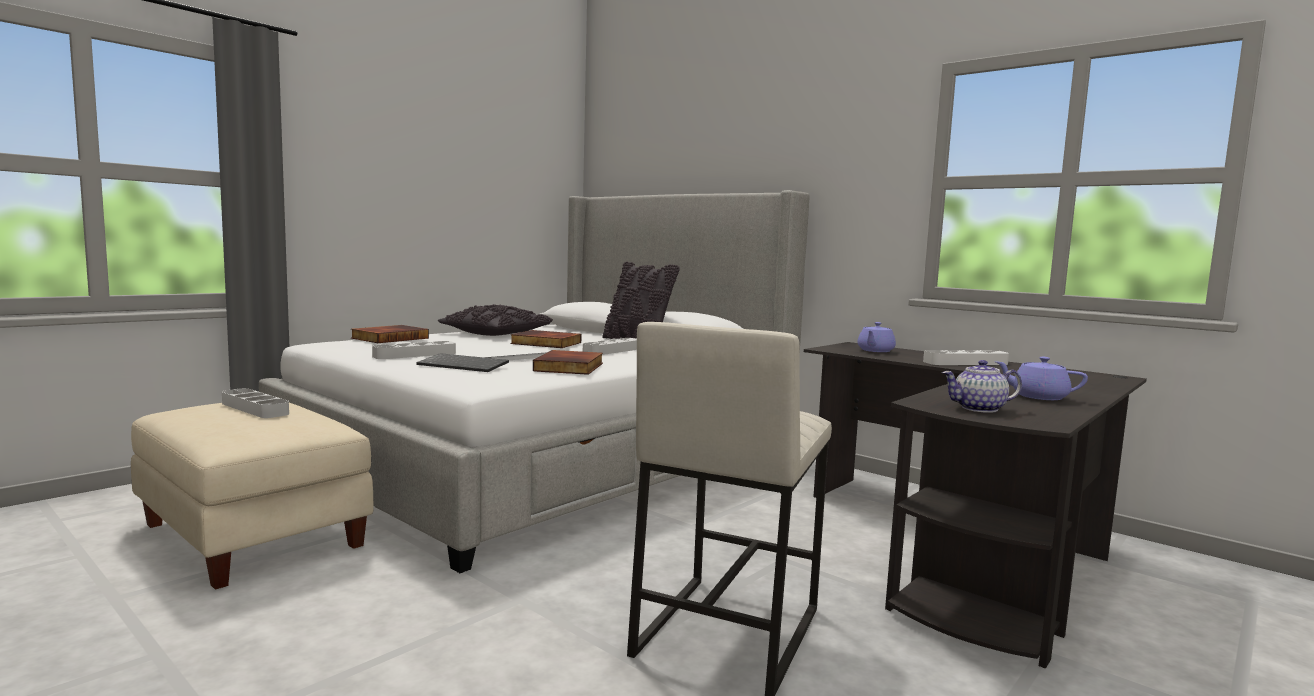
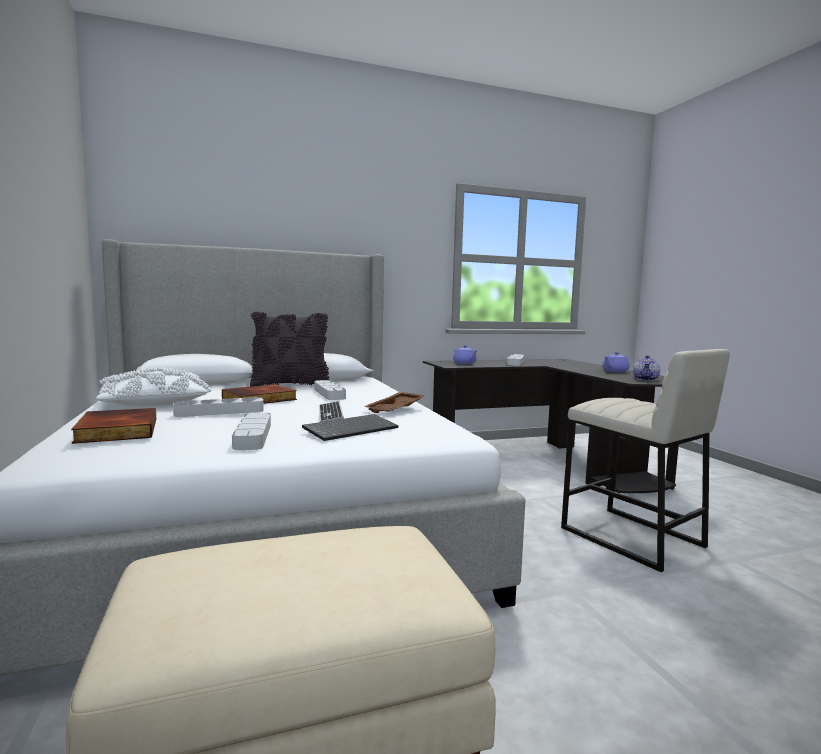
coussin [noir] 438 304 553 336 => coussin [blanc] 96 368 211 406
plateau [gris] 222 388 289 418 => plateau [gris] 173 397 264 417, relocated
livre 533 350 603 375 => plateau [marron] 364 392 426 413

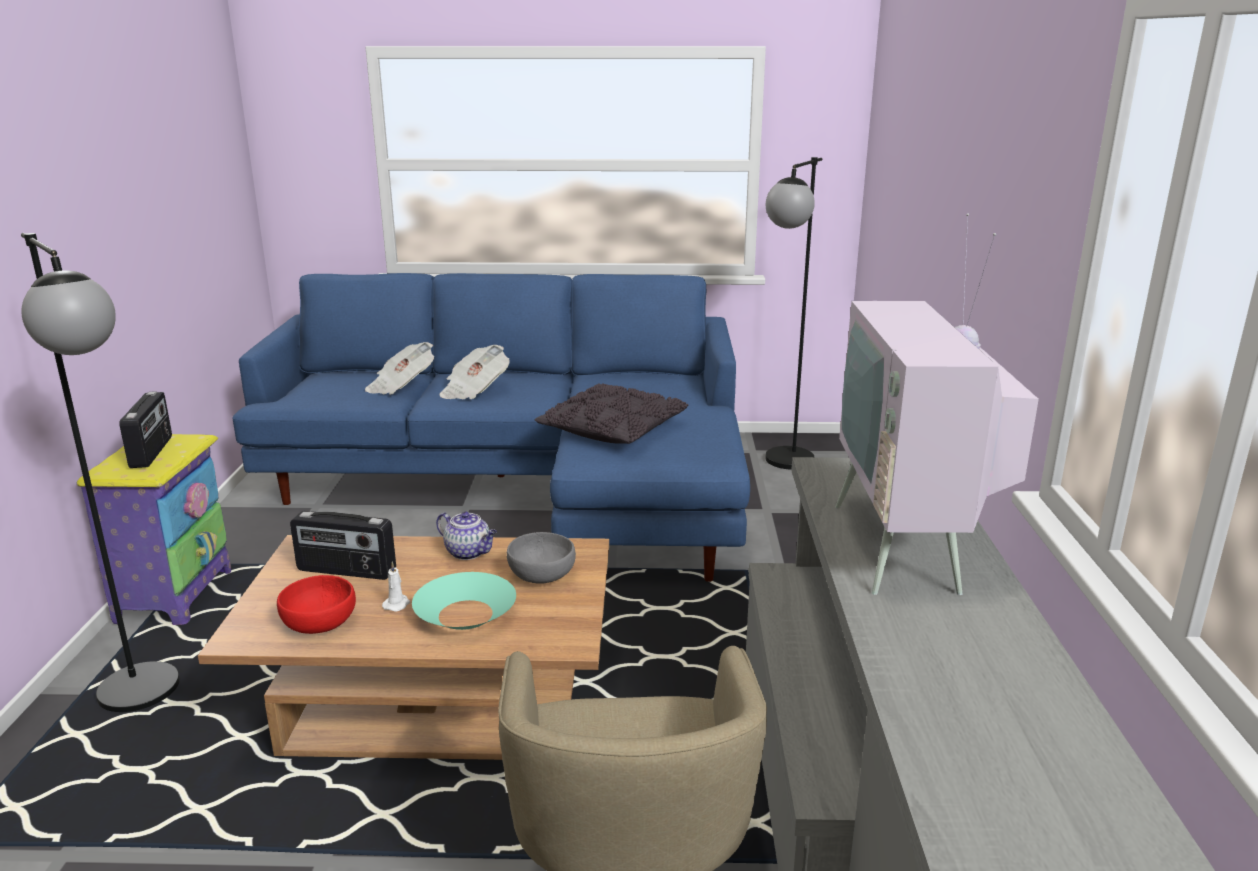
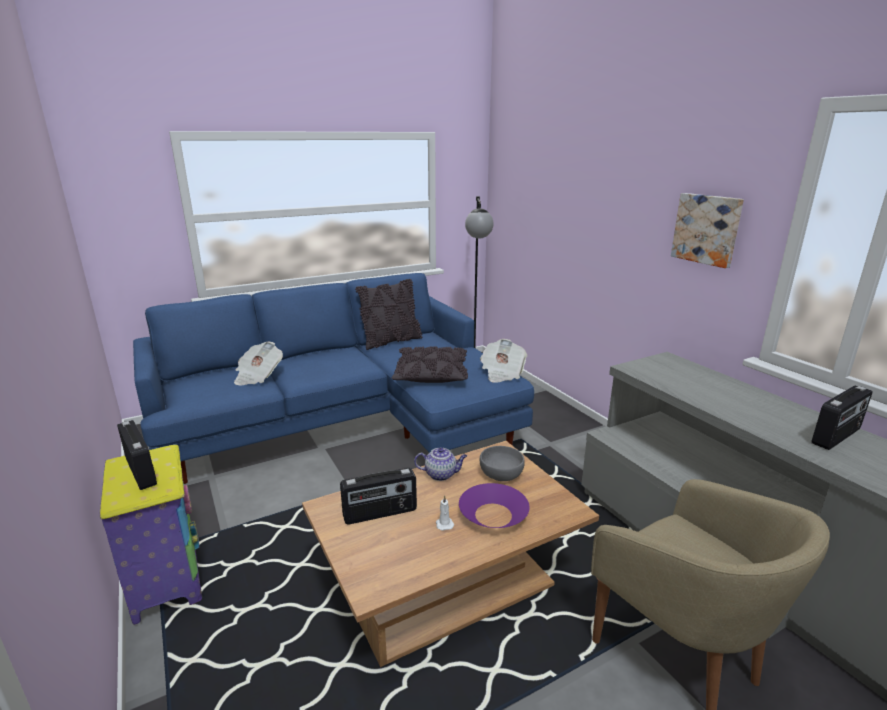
nothing => coussin [noir] 355 279 422 350
bol [turquoise] 412 572 516 630 => bol [violet] 459 483 530 528
journal 439 345 510 399 => journal 480 339 527 383, relocated
nothing => tableau 671 193 744 268
nothing => radio 811 386 872 450
lampadaire [noir] 21 233 180 712 => nothing
bol [rouge] 277 575 356 634 => nothing
téléviseur 835 213 1039 595 => nothing

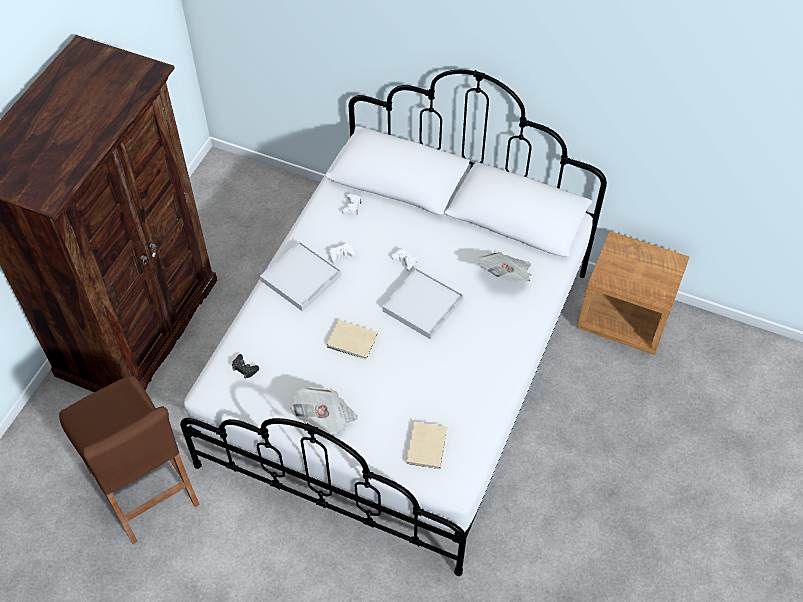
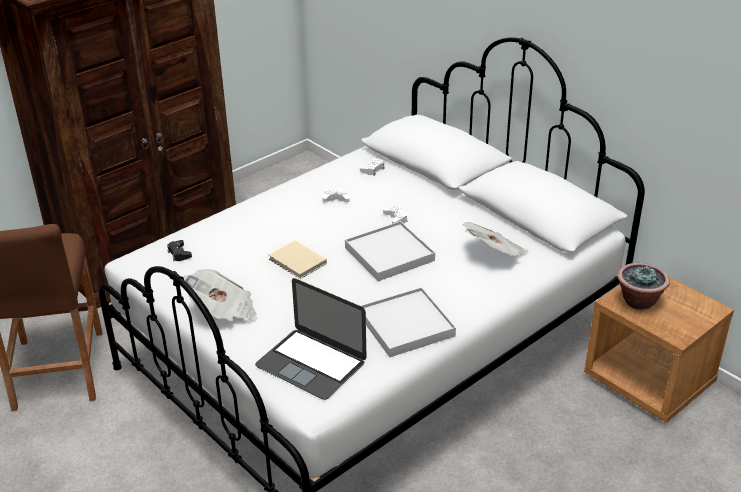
livre [beige] 406 421 447 469 => ordinateur portable 255 278 366 400
plateau [blanc] 260 241 341 311 => plateau [blanc] 361 287 456 357, relocated
nothing => plante en pot 617 263 670 310

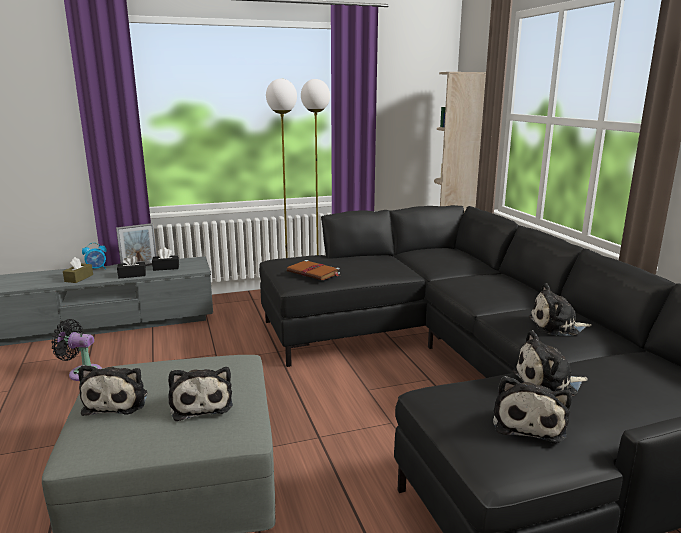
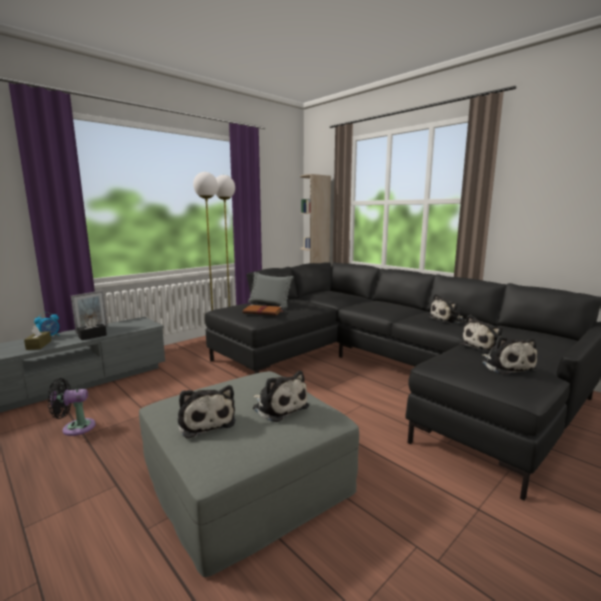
nothing => coussin [gris] 248 272 294 308
boîte à mouchoirs [noir] 152 247 179 271 => nothing

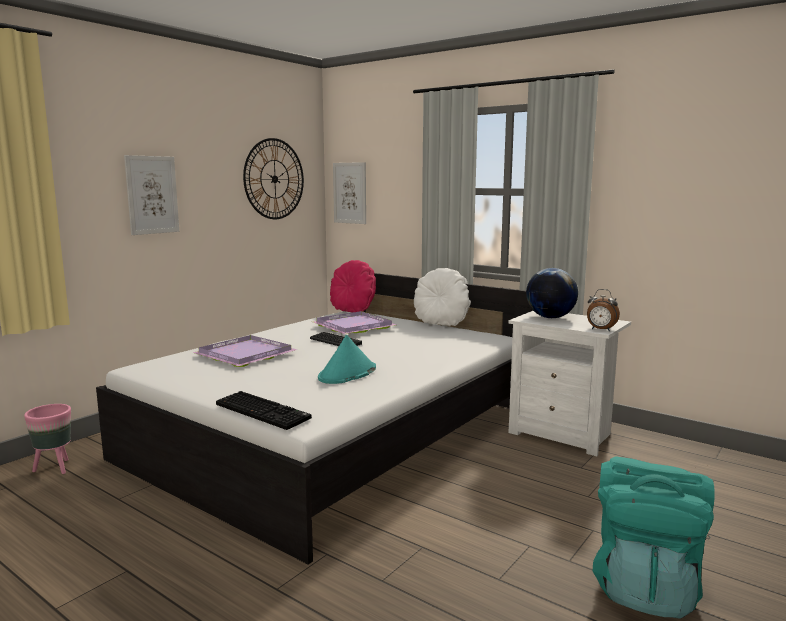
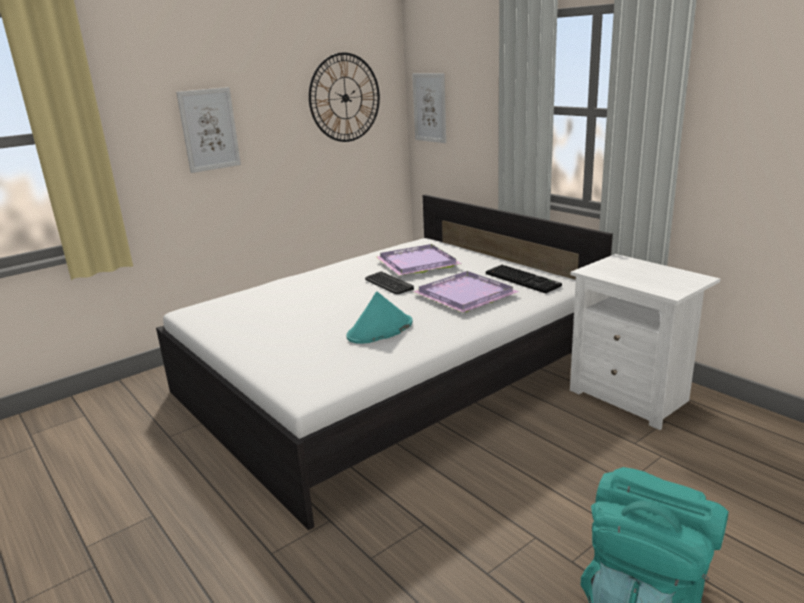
plateau [violet] 193 335 297 367 => plateau [violet] 412 271 519 313, relocated
clavier 216 391 312 430 => clavier 486 265 562 293, relocated
cache-pot [rose] 24 404 71 474 => nothing
coussin [rose] 330 260 376 313 => nothing
coussin [blanc] 414 268 471 326 => nothing
globe 526 268 578 318 => nothing
réveil 587 289 620 331 => nothing

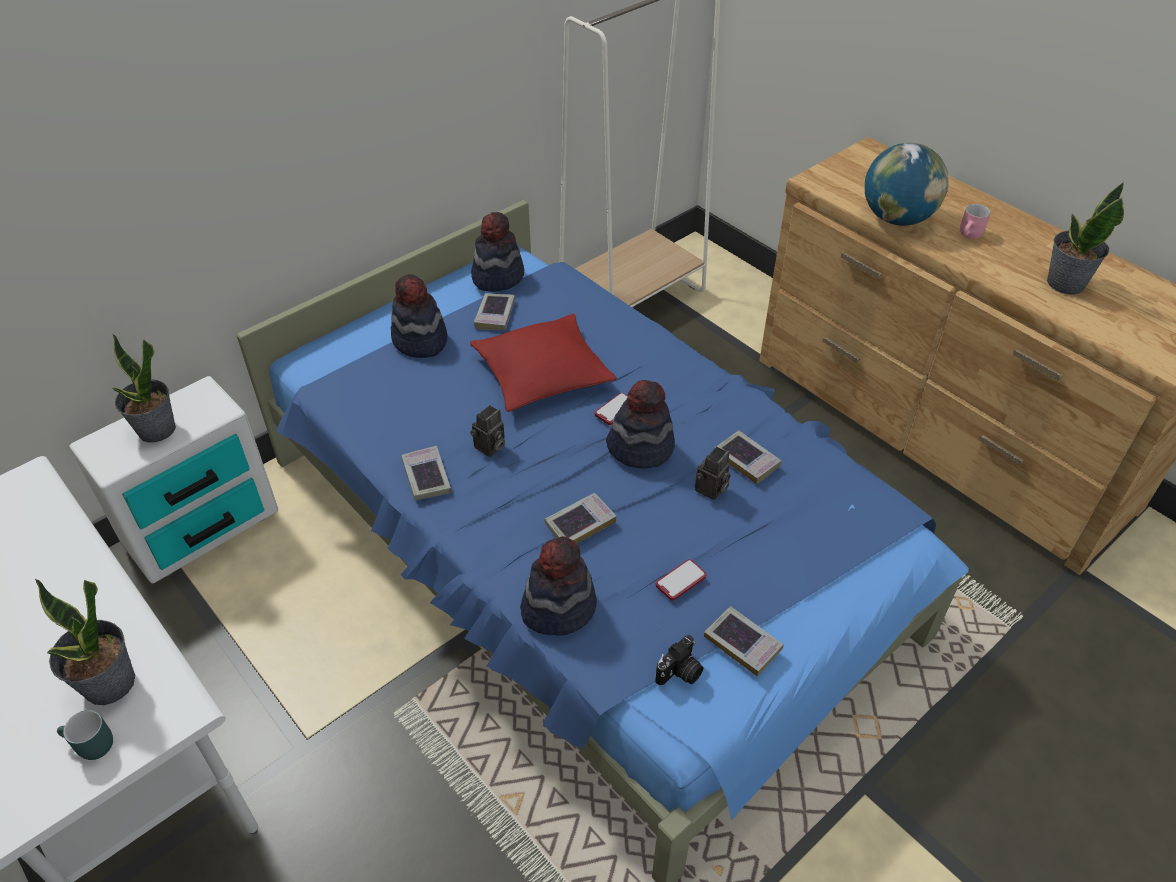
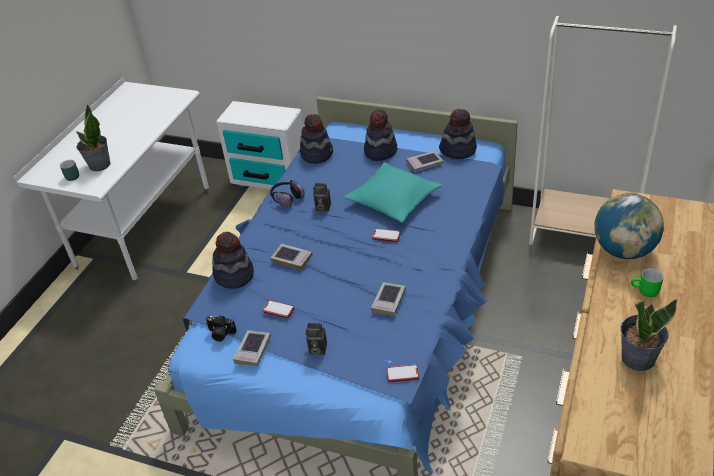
livre 401 446 451 500 => casque audio 270 180 305 208
chapeau 606 380 675 468 => chapeau 300 114 333 164, relocated
appareil photo 695 446 730 500 => appareil photo 306 323 327 355, relocated
coussin [rouge] 470 314 617 412 => coussin [turquoise] 344 162 443 223
nothing => téléphone 386 365 419 382
mug [rose] 960 204 991 239 => mug [vert] 631 268 664 297
plante en pot 112 334 176 443 => nothing

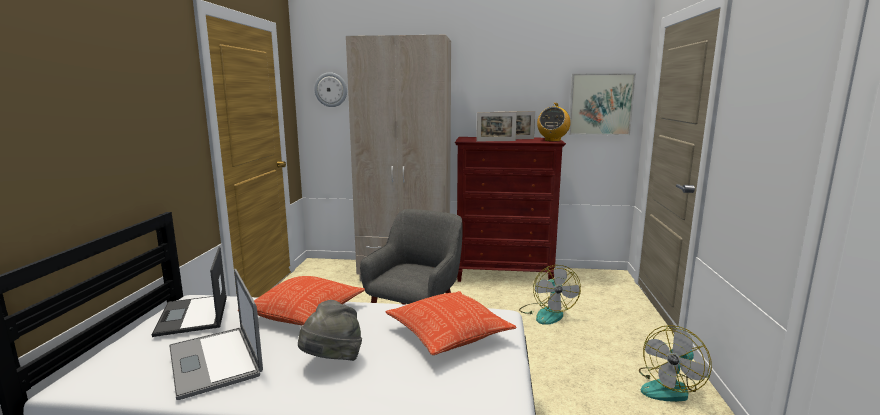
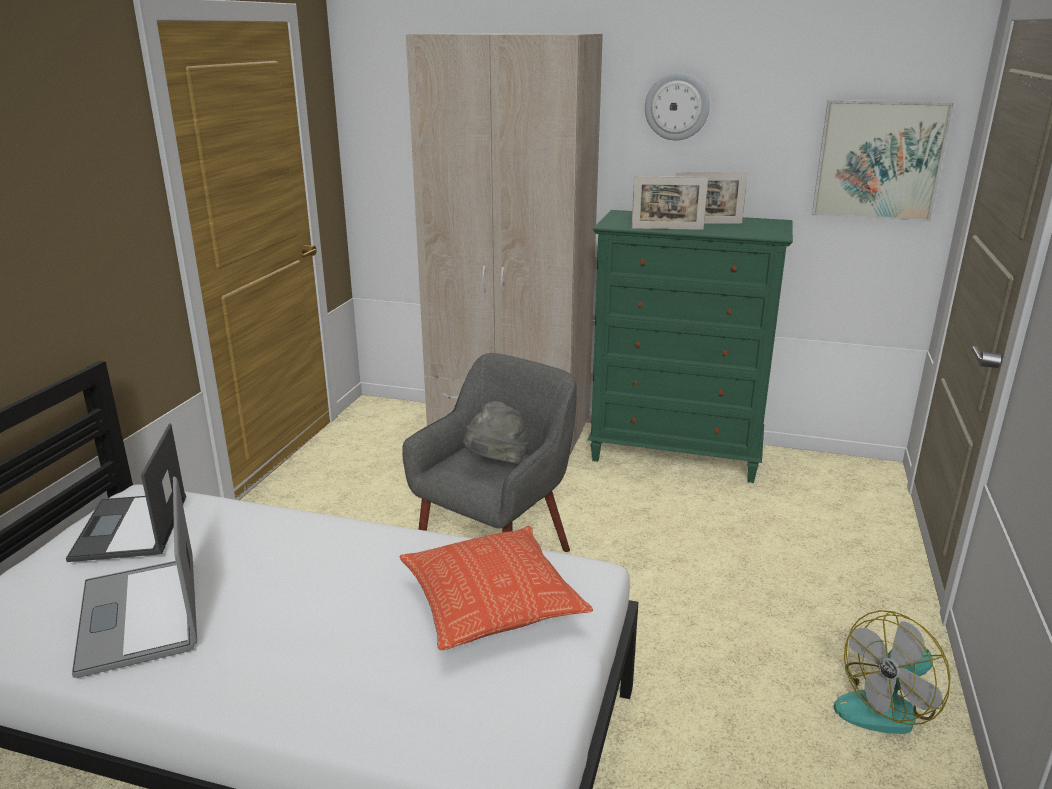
chapeau [gris] 298 300 362 361 => chapeau [gris] 463 401 528 464, relocated
commode [rouge] 455 137 566 282 => commode [vert] 587 210 793 483
horloge murale 314 72 347 107 => horloge murale 645 72 710 140, relocated
coussin [orange] 238 276 365 325 => nothing
ventilateur 519 265 581 325 => nothing
radio 537 103 571 142 => nothing

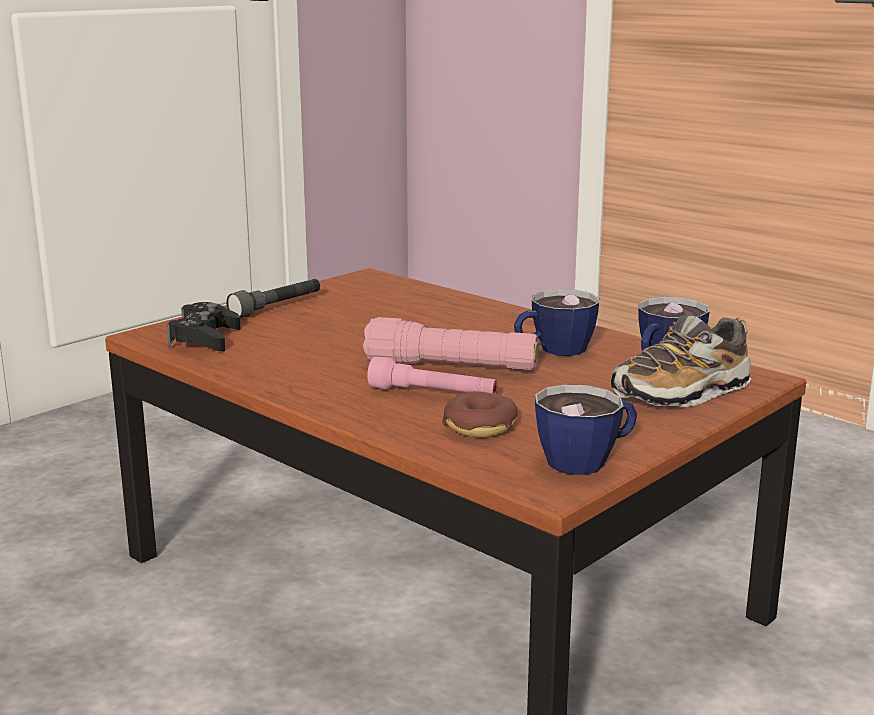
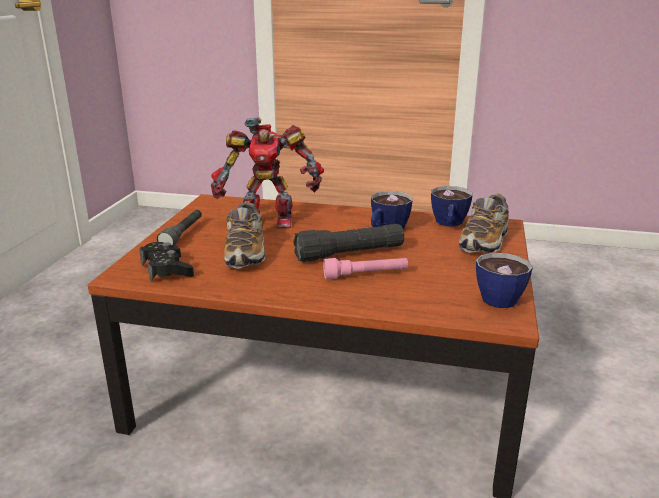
nothing => robot jouet 211 117 324 228
nothing => chaussure 224 201 265 269
lampe de poche [rose] 363 317 538 370 => lampe de poche [noir] 293 224 404 262
beignet 442 391 517 438 => nothing

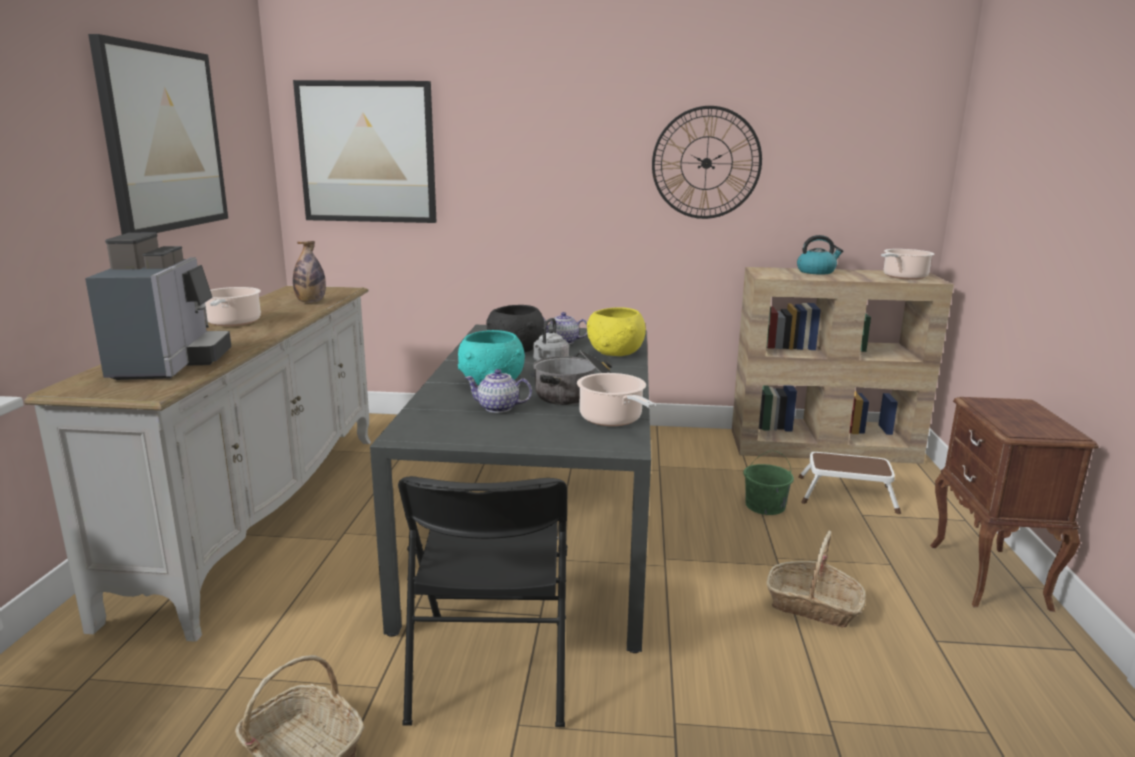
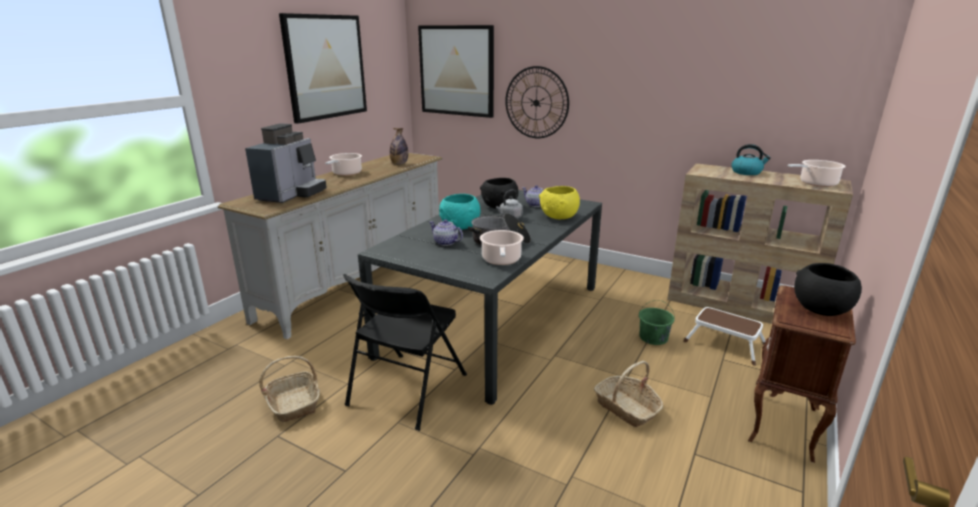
horloge murale 652 106 762 219 => horloge murale 505 66 569 138, relocated
nothing => bol [noir] 794 263 862 316

